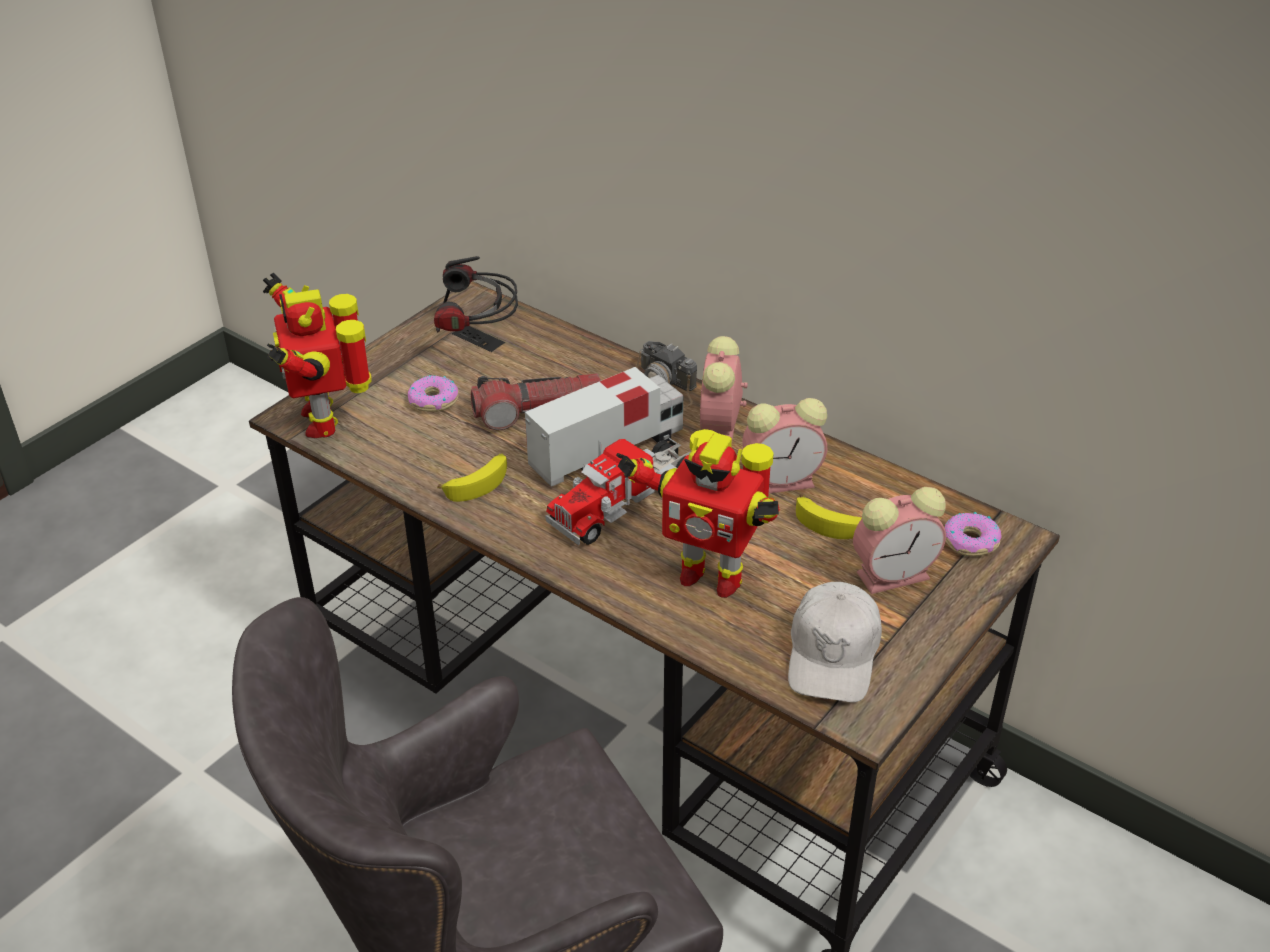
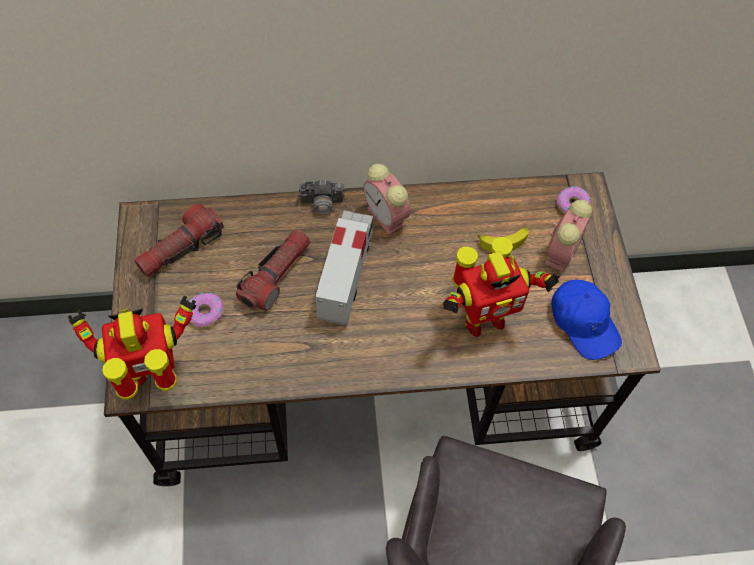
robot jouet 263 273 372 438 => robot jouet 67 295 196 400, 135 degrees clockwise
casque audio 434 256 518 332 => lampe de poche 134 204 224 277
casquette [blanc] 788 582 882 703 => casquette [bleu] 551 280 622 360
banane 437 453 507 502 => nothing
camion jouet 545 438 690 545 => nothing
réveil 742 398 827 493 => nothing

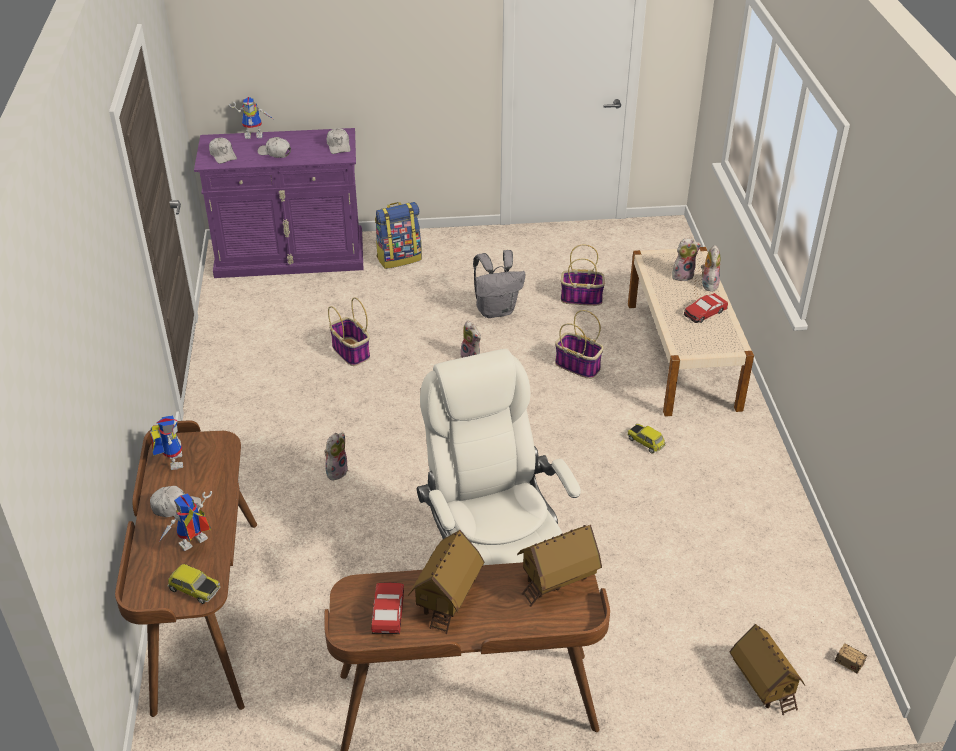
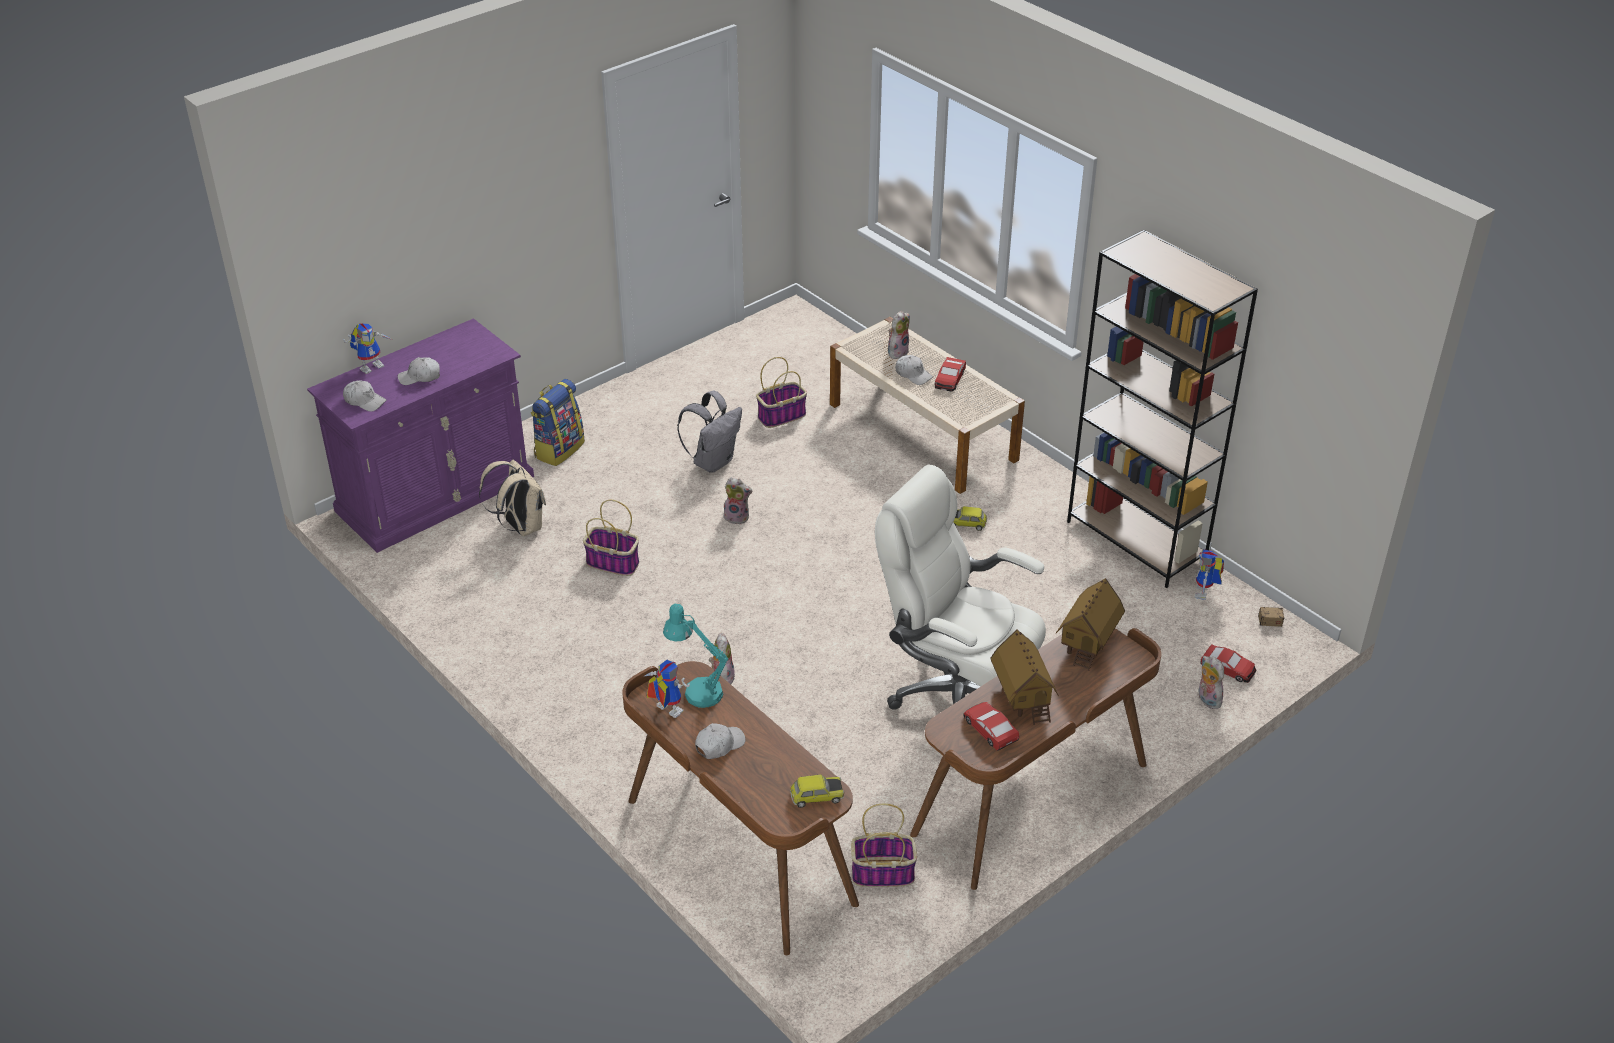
nothing => sac à dos [beige] 479 460 546 537
nothing => lampe de table [turquoise] 663 604 728 708
panier 555 310 604 379 => panier 851 803 917 887, relocated
casquette [blanc] 327 128 351 154 => casquette [blanc] 895 355 933 385, relocated
nothing => bibliothèque [beige] 1067 230 1258 588
robot jouet 158 491 212 551 => robot jouet 1195 542 1224 600, relocated
peluche 701 245 721 292 => peluche 1198 656 1224 709, relocated
maison miniature 730 624 805 715 => petite voiture 1200 644 1256 683

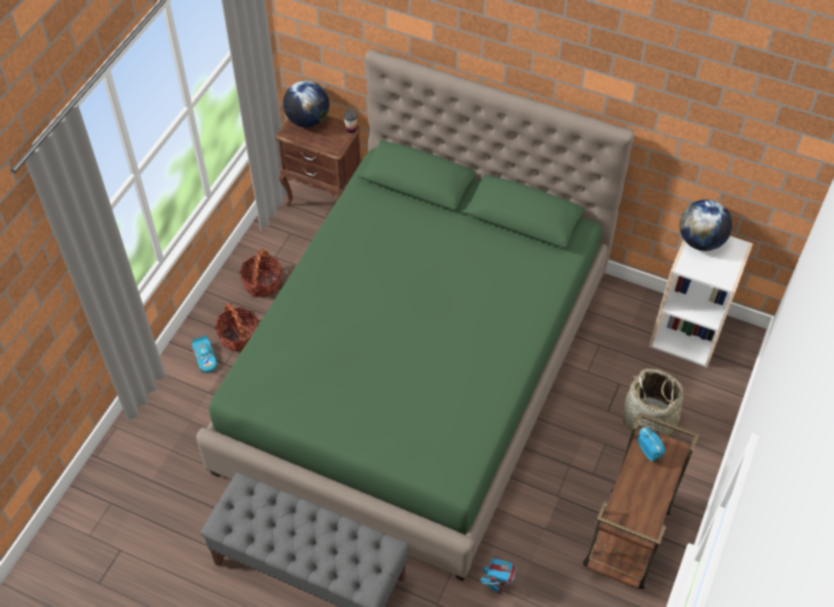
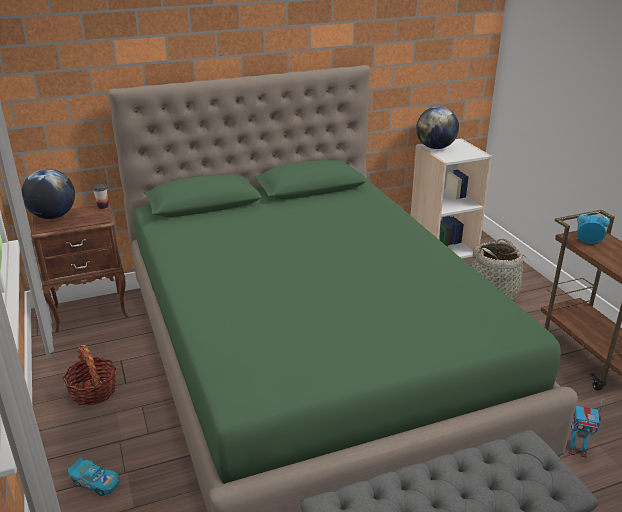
robot jouet 480 553 517 595 => robot jouet 568 401 602 458, 135 degrees clockwise
panier 214 303 259 352 => nothing

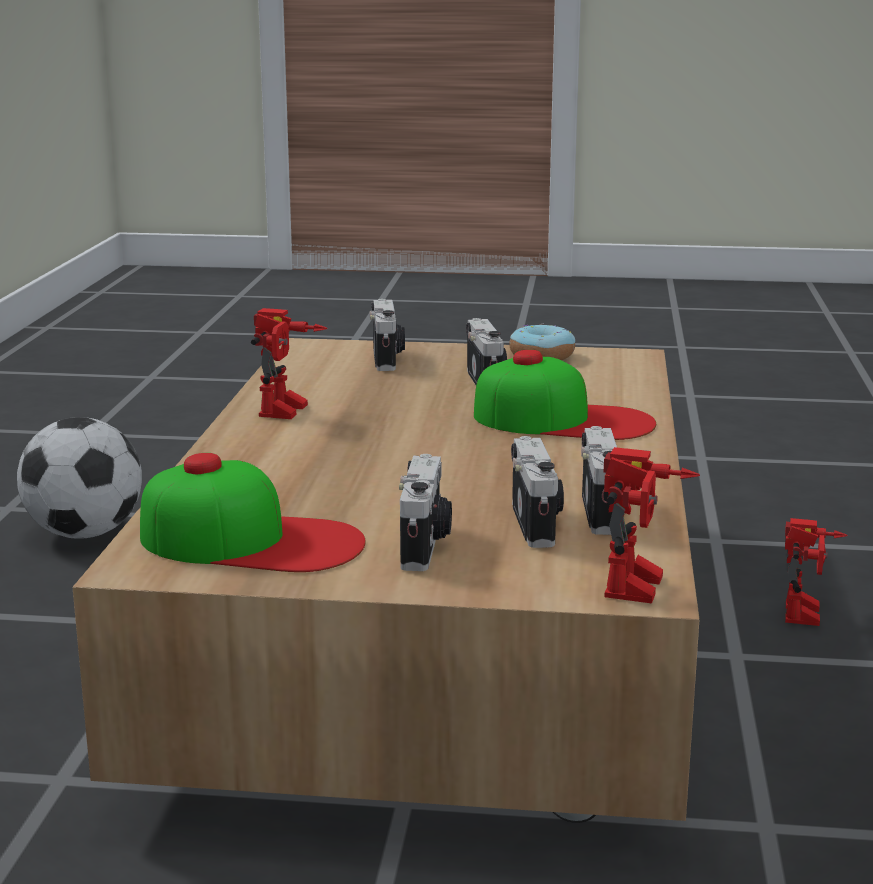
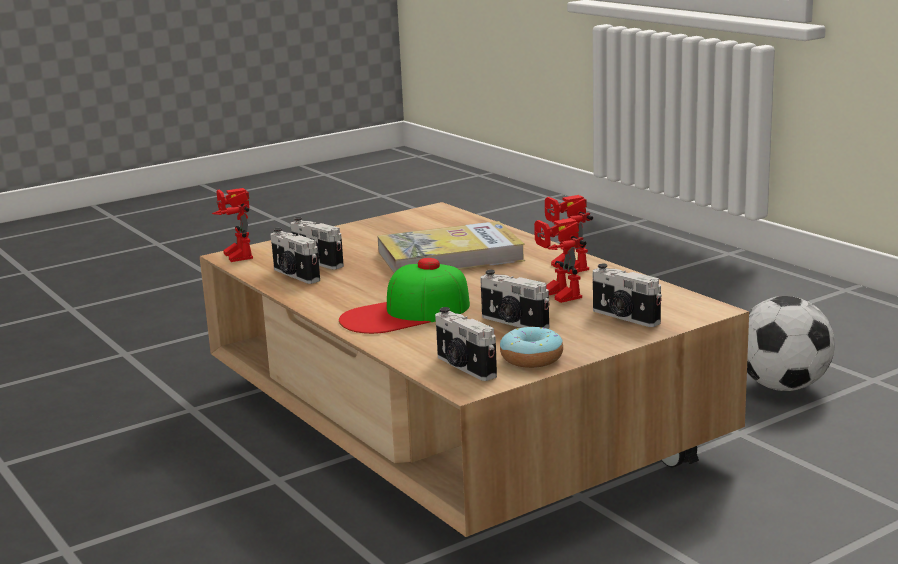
nothing => livre 378 221 525 273
appareil photo 399 454 452 571 => appareil photo 435 307 497 381, relocated
robot jouet 785 518 848 626 => robot jouet 534 218 587 303, relocated
casquette 140 453 366 572 => nothing

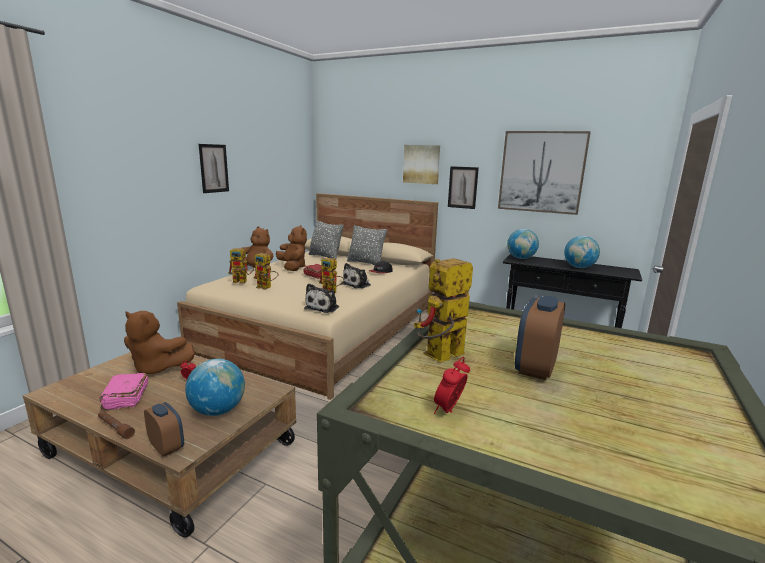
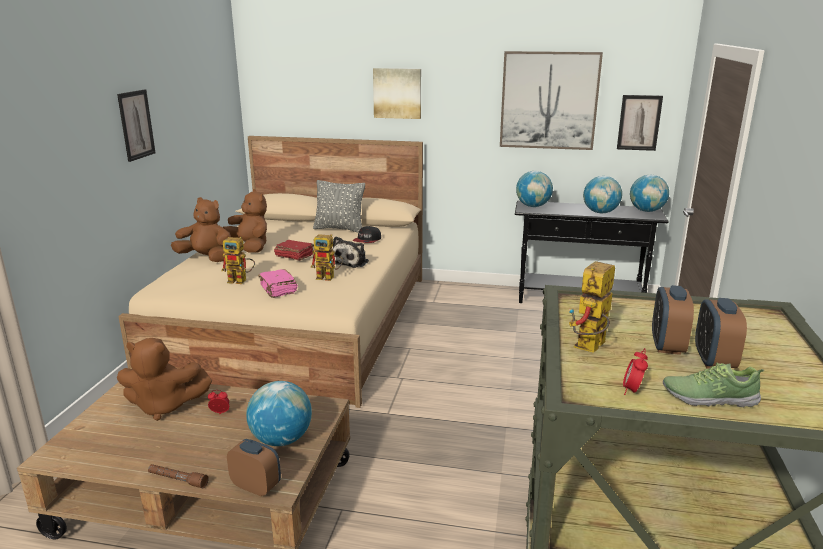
livre [rose] 99 373 148 410 => livre [rose] 258 269 298 298, relocated
tableau 448 166 479 209 => tableau 617 95 663 151, relocated
nothing => globe 630 175 669 212
nothing => chaussure 663 362 765 407
nothing => réveil 695 298 747 369
robot jouet 228 248 254 284 => nothing
peluche 304 283 339 313 => nothing
coussin [gris] 309 221 344 259 => nothing

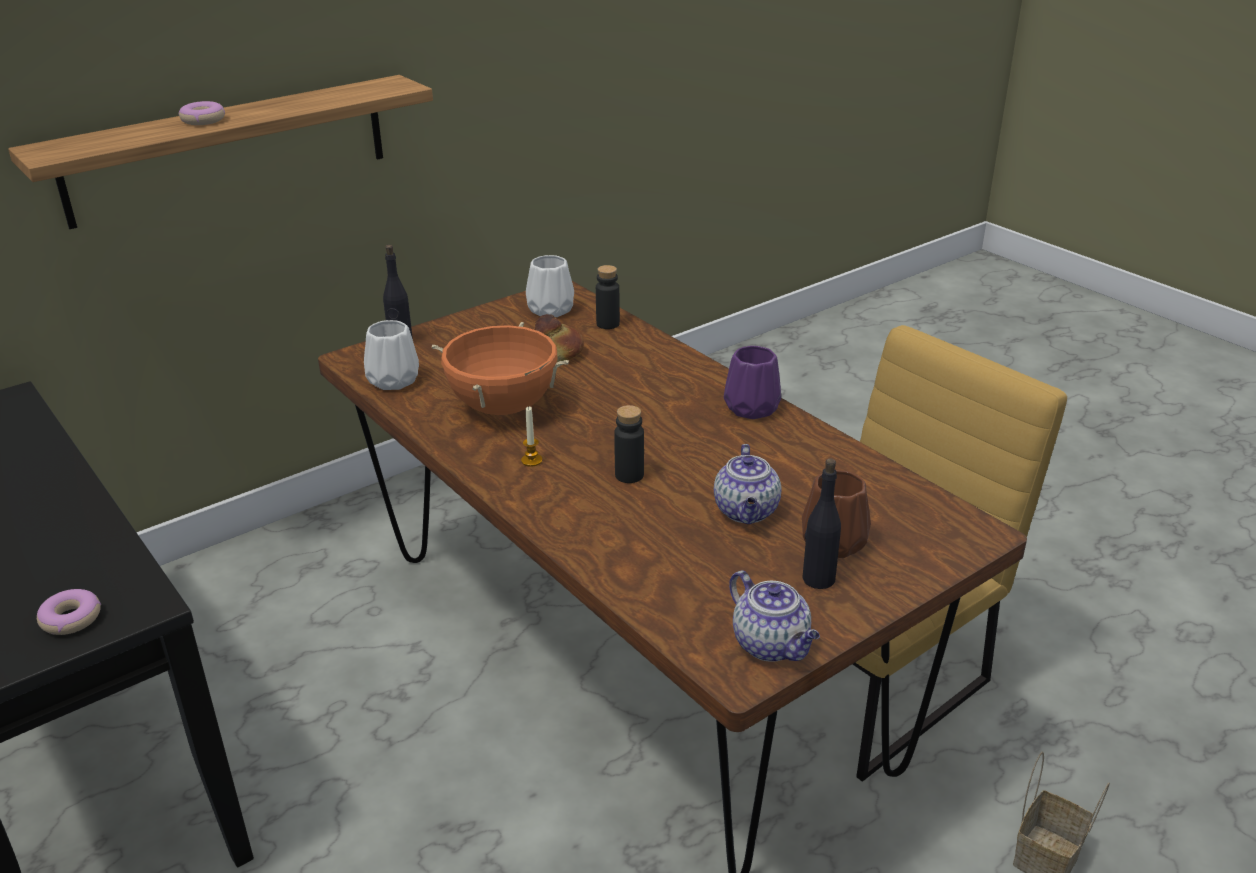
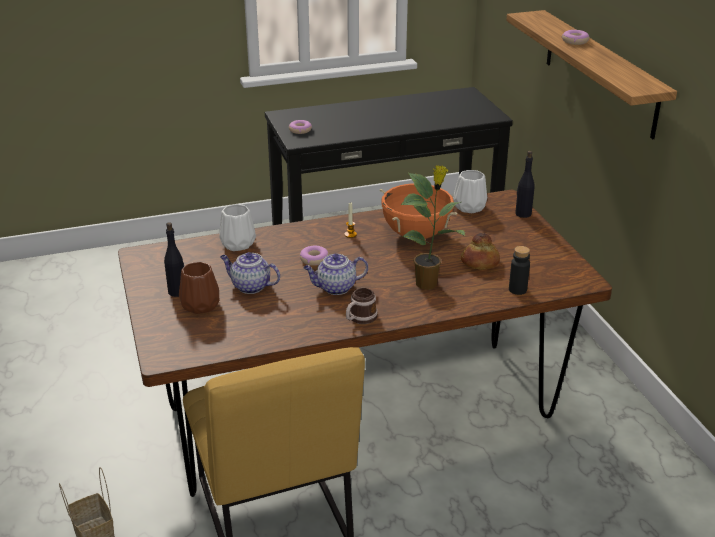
vase [blanc] 526 255 574 317 => vase [blanc] 219 204 256 251, relocated
bouteille [noir] 614 405 644 483 => beignet 300 246 329 266
théière 729 570 820 662 => théière 303 254 368 295, relocated
vase [violet] 724 346 781 419 => mug 346 288 378 324
nothing => plante en pot 401 165 465 290

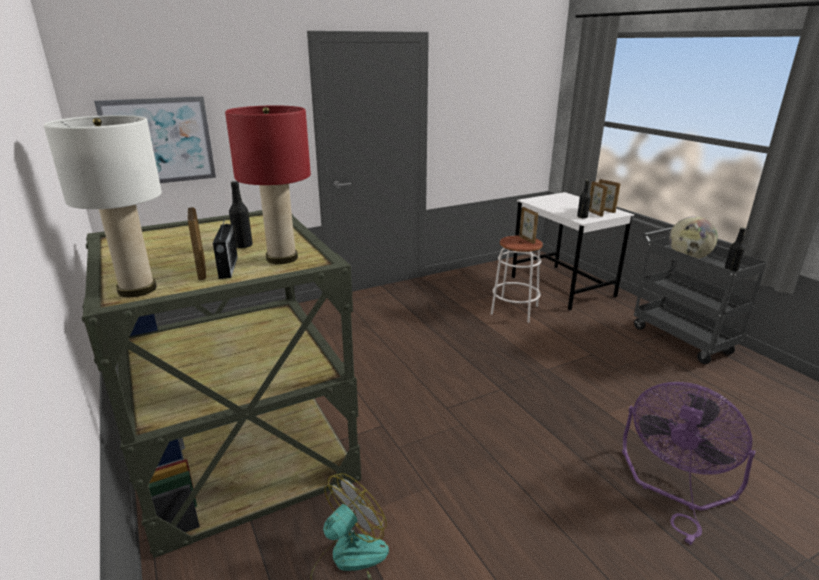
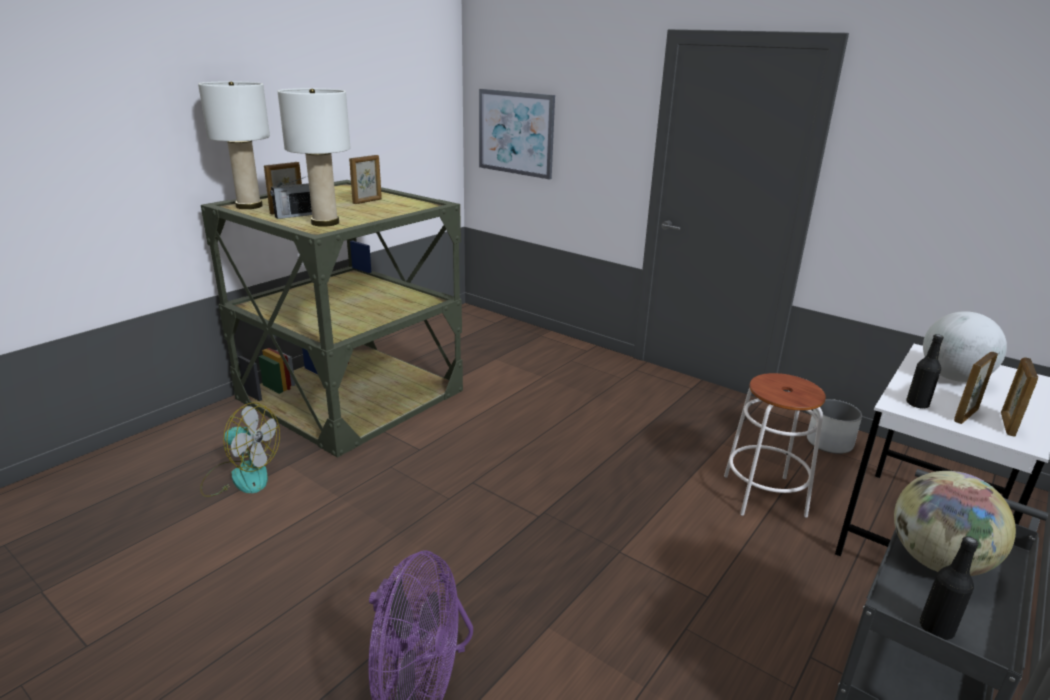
lampe de table [rouge] 225 105 311 264 => lampe de table [blanc] 278 88 350 227
cadre photo 519 207 538 244 => cadre photo 349 155 382 204, relocated
nothing => cache-pot [blanc] 807 399 862 454
nothing => globe 923 311 1007 382
bouteille [noir] 229 181 253 248 => nothing

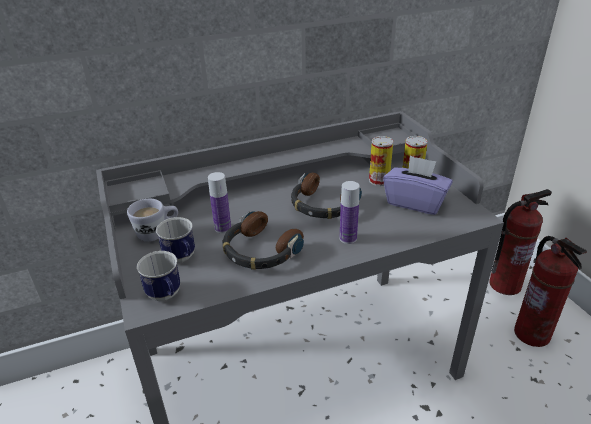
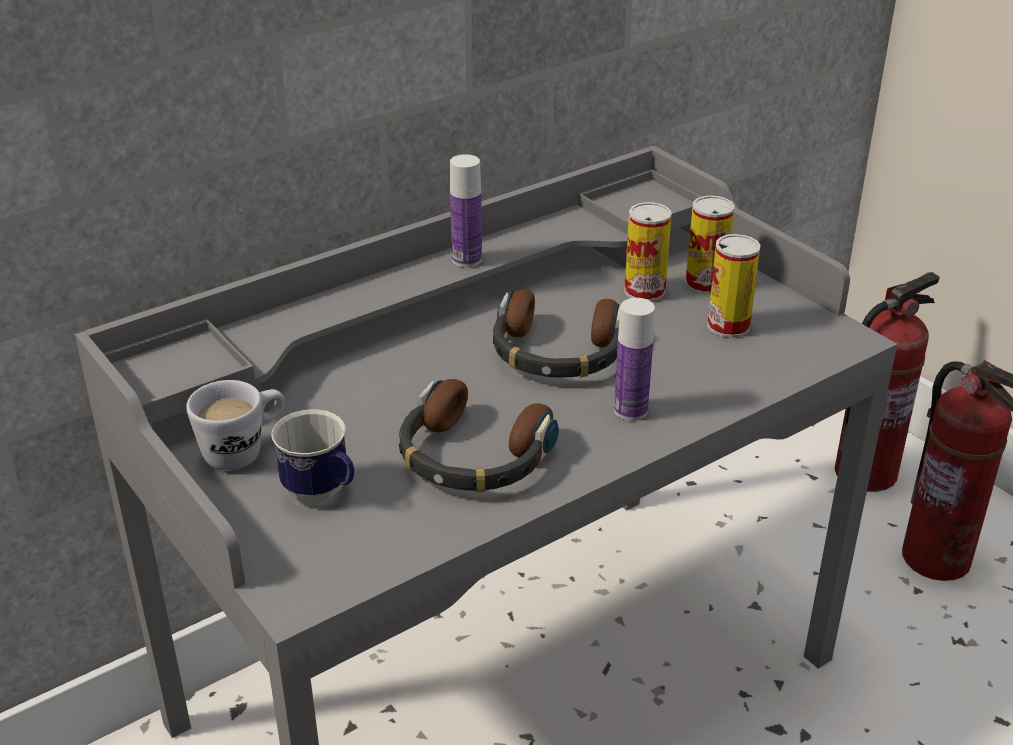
bouteille 208 172 231 233 => bouteille 450 154 482 268, relocated
boîte à mouchoirs [violet] 383 155 453 215 => boîte métallique 707 234 760 338
mug 137 251 180 301 => nothing

